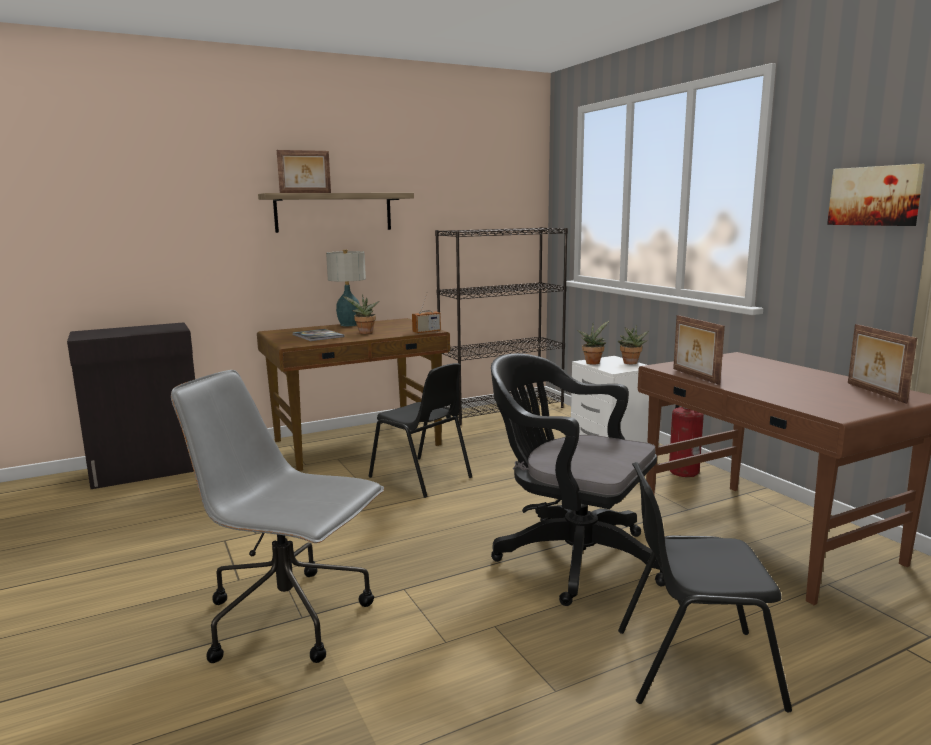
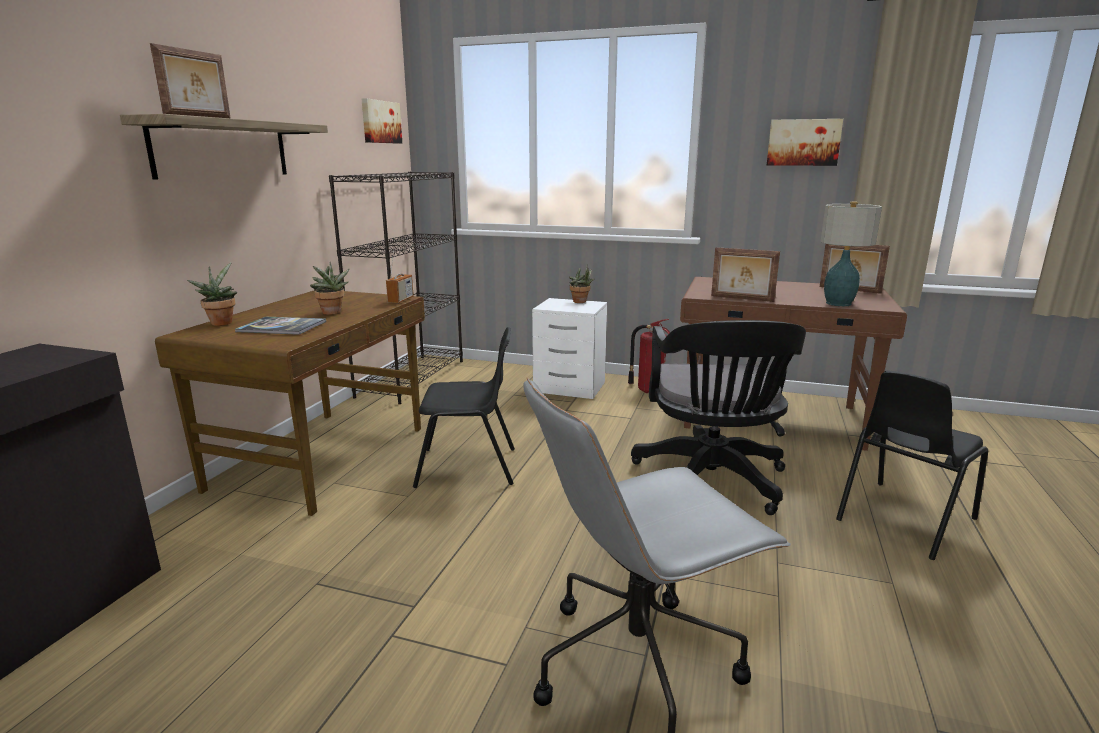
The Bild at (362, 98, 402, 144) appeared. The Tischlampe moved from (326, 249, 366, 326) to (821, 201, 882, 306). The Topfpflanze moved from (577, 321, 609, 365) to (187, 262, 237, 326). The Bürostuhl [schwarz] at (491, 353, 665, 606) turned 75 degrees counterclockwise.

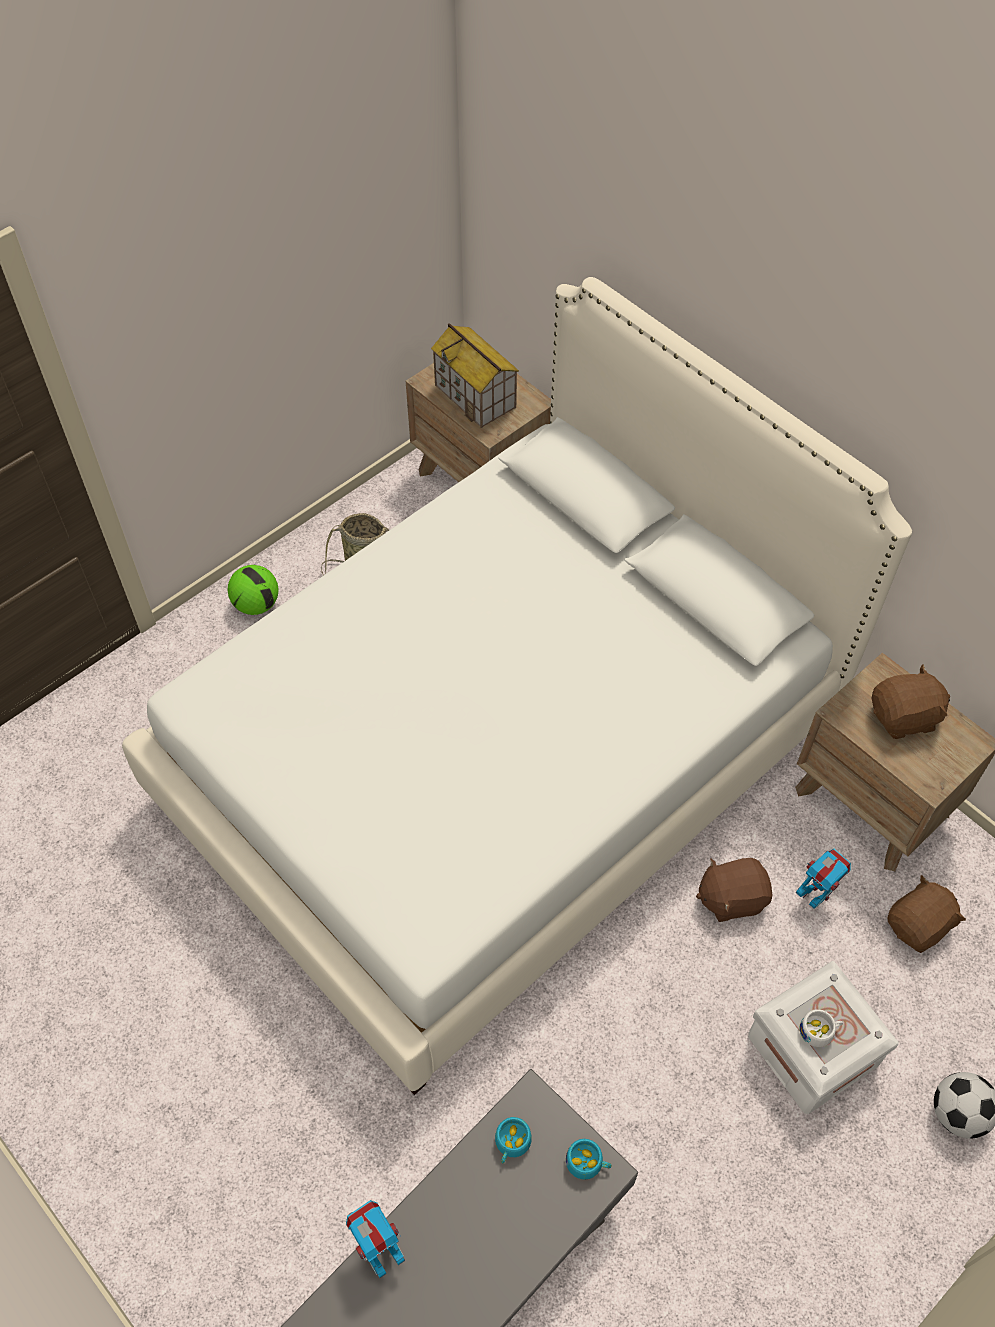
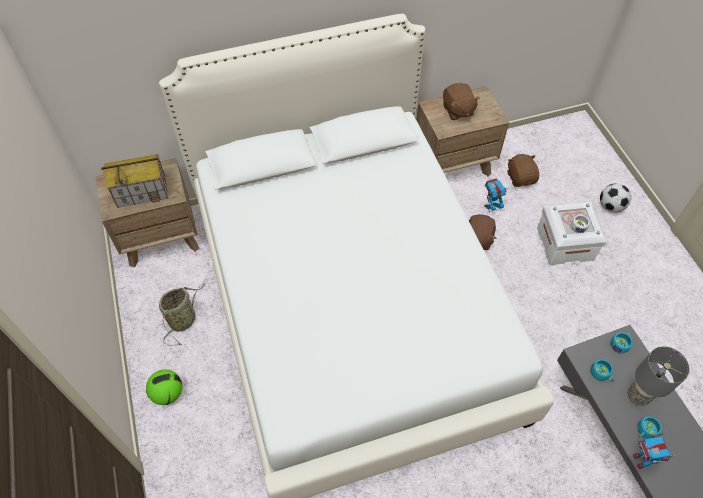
The Tischlampe [grau] at (627, 346, 689, 406) appeared. The Tasse [türkis] at (638, 416, 662, 439) appeared. The Plüschtier [braun] at (871, 664, 950, 739) turned 150 degrees clockwise.

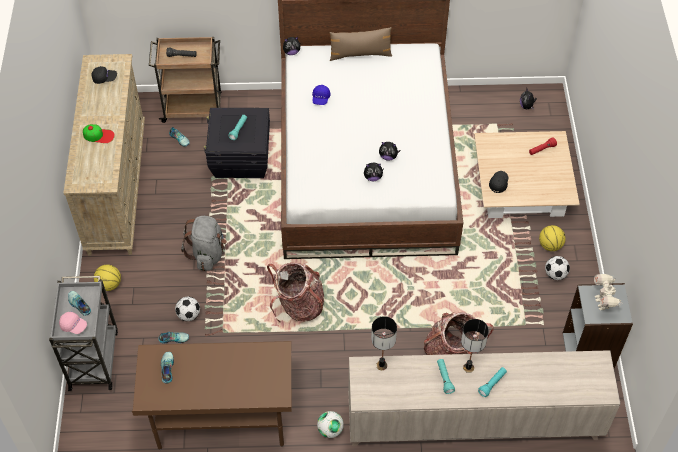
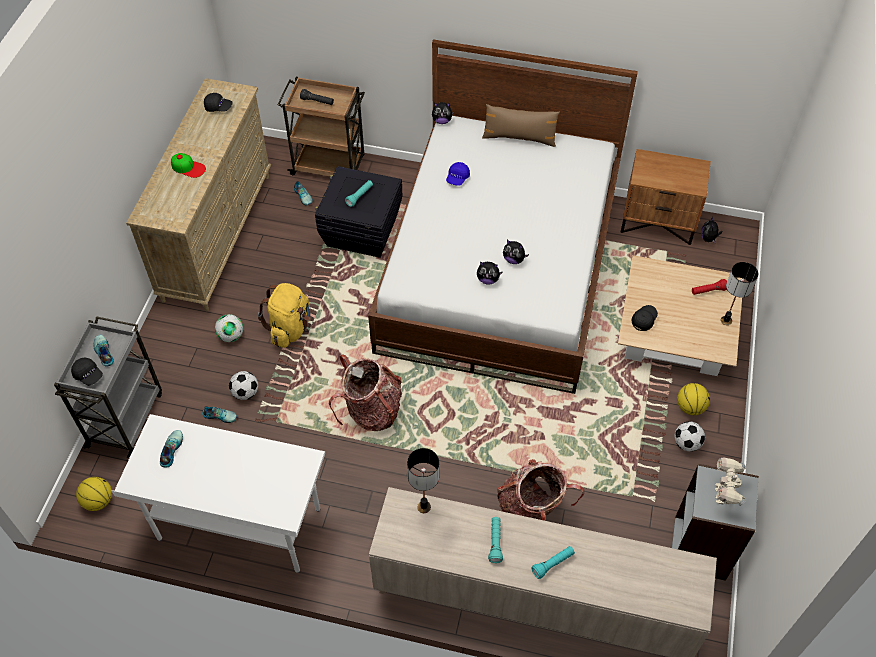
The Nachttisch [braun] at (621, 149, 711, 245) appeared. The Basketball moved from (94, 265, 121, 291) to (76, 477, 112, 511). The Fußball moved from (317, 411, 344, 438) to (215, 314, 243, 342). The Tischlampe moved from (461, 319, 489, 373) to (721, 262, 758, 325). The Kappe [rosa] at (59, 312, 87, 334) became the Kappe [schwarz] at (71, 357, 103, 386). The Schreibtisch [braun] at (132, 341, 292, 450) became the Schreibtisch [weiß] at (111, 414, 325, 573). The Rucksack [grau] at (181, 216, 227, 271) became the Rucksack [gelb] at (258, 283, 310, 348).

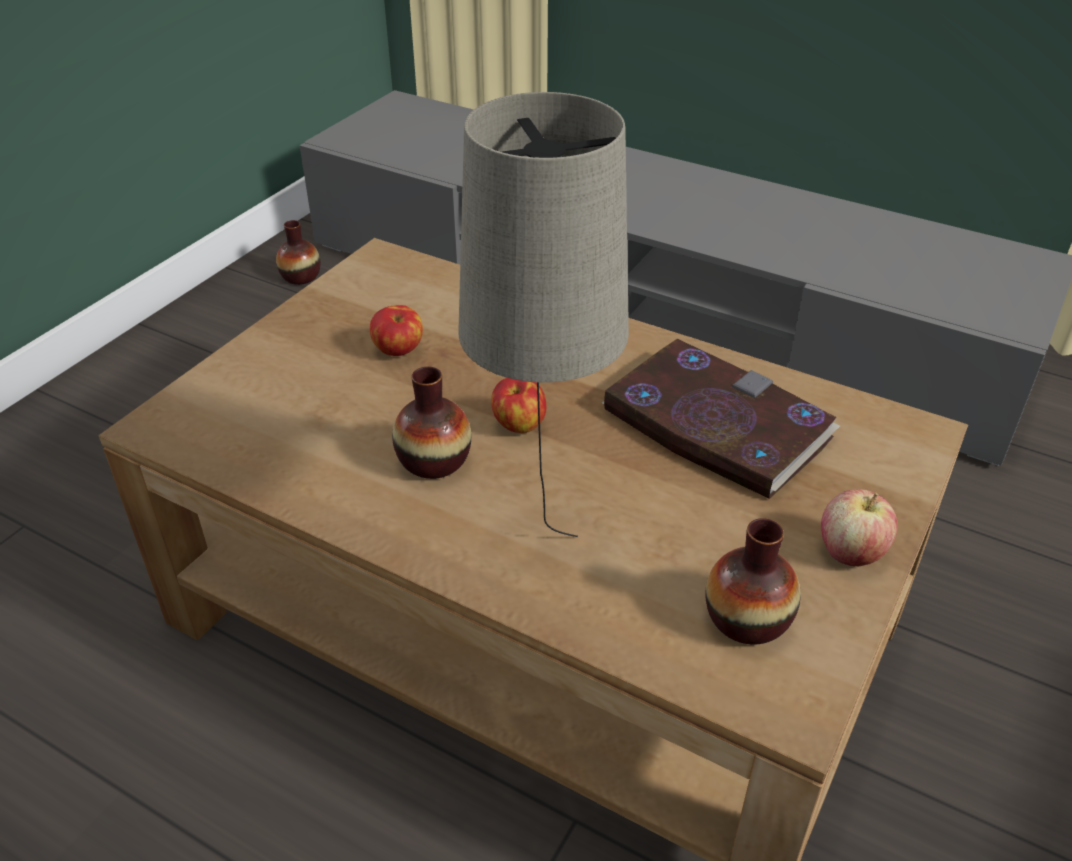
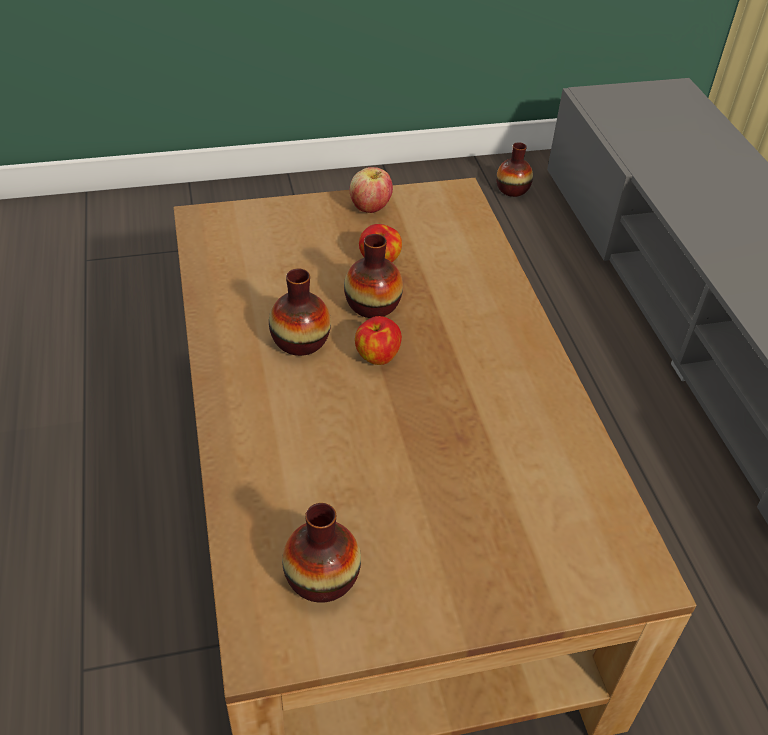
The Tischlampe [beige] at (458, 92, 629, 537) disappeared. The Buch at (602, 339, 840, 499) disappeared. The Vase at (344, 234, 403, 318) appeared. The Apfel moved from (821, 489, 898, 566) to (350, 167, 393, 213).

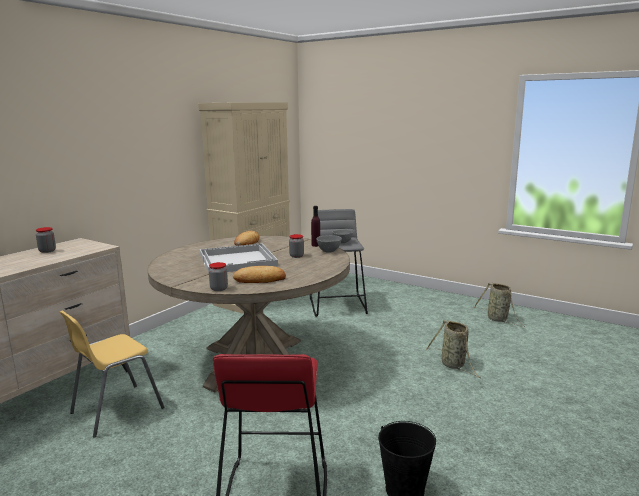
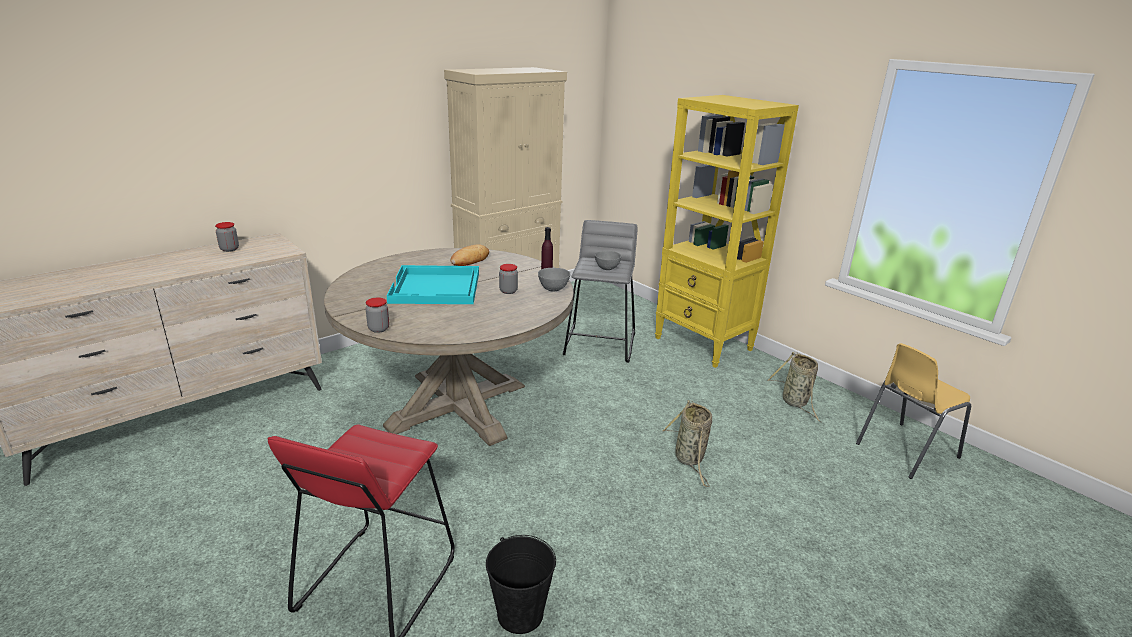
The Brot at (233, 266, 286, 283) disappeared. The Bücherregal [gelb] at (655, 95, 799, 368) appeared. The Stuhl [gelb] moved from (60, 311, 164, 438) to (856, 343, 971, 479). The Tablett [weiß] at (200, 243, 278, 273) became the Tablett [türkis] at (387, 265, 479, 304).

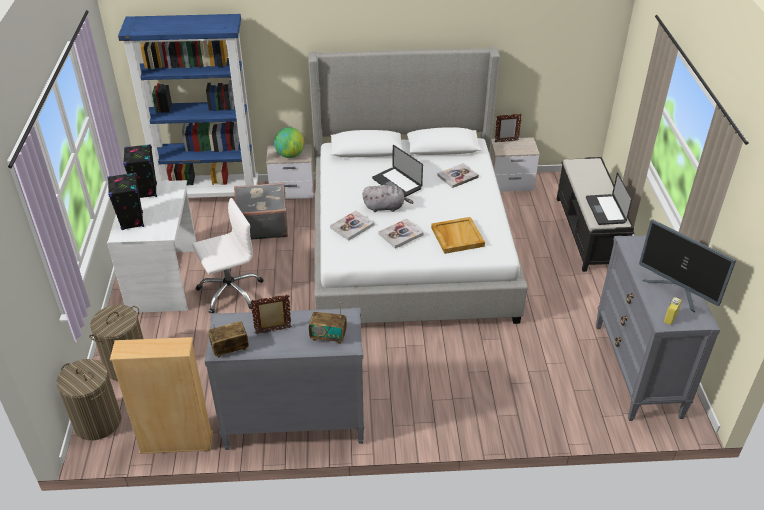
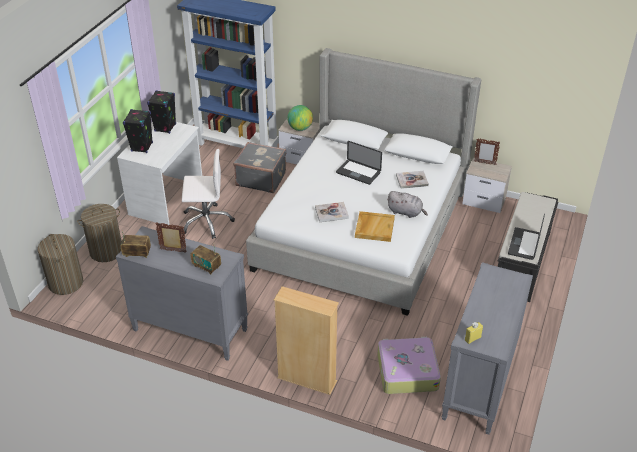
The Buch at (330, 210, 374, 241) disappeared. The Monitor at (639, 219, 736, 313) disappeared. The Koffer at (377, 337, 441, 394) appeared. The Bücherregal [beige] moved from (110, 337, 213, 454) to (274, 286, 339, 395). The Plüschtier [grau] moved from (363, 185, 414, 212) to (387, 191, 428, 218). The Laptop at (372, 145, 423, 197) turned 45 degrees counterclockwise.

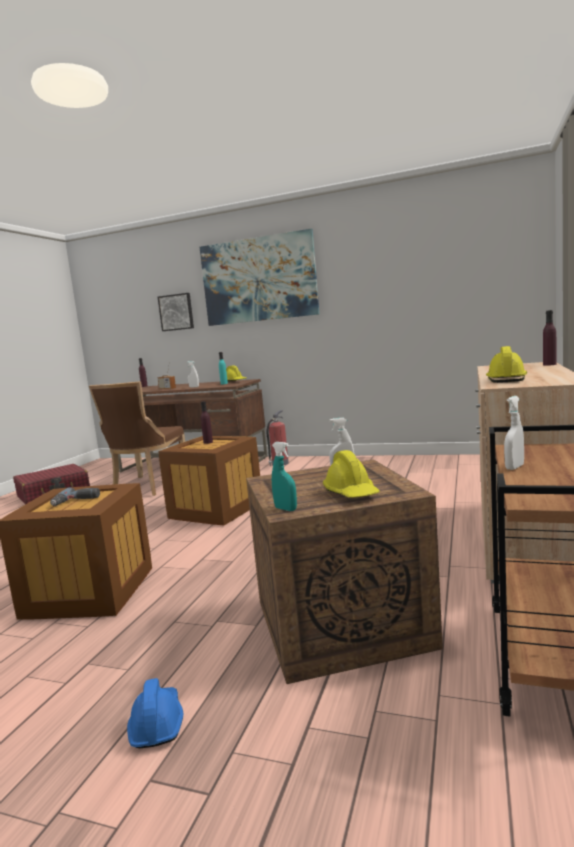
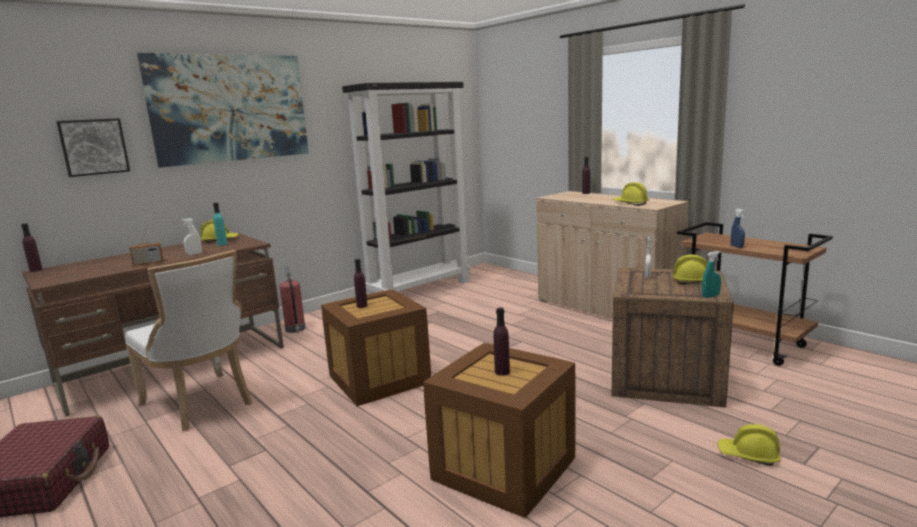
The Bücherregal [schwarz] at (342, 82, 471, 294) appeared. The Bohrmaschine at (50, 487, 100, 506) was replaced by the Flasche [lila] at (494, 307, 510, 376). The Stuhl [braun] at (89, 381, 185, 496) became the Stuhl [weiß] at (125, 250, 252, 431). The Schutzhelm [blau] at (127, 678, 183, 748) became the Schutzhelm [gelb] at (718, 424, 780, 466). The Sprühflasche [weiß] at (504, 396, 524, 470) became the Sprühflasche [blau] at (731, 209, 745, 248).

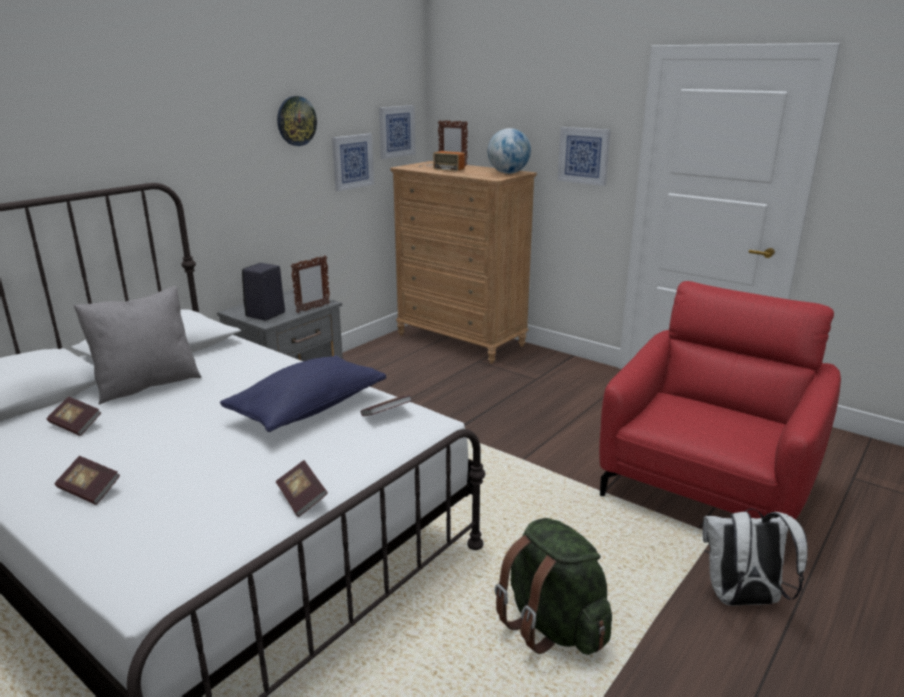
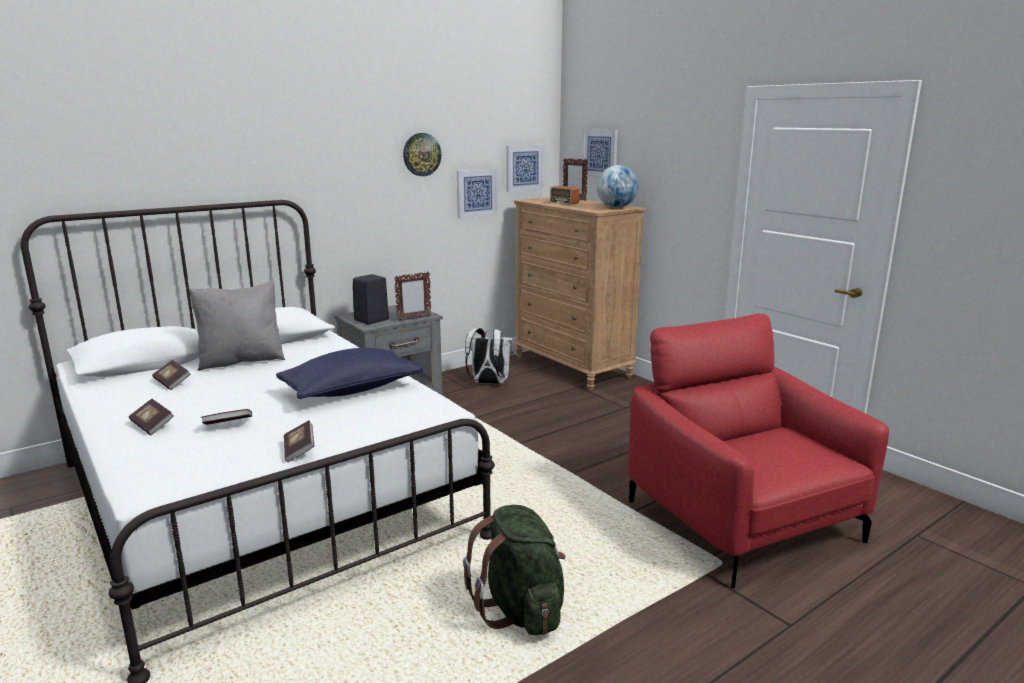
The Buch moved from (361, 395, 413, 416) to (201, 409, 252, 425). The Bild moved from (557, 127, 611, 186) to (582, 129, 618, 178). The Rucksack [weiß] moved from (703, 508, 808, 606) to (465, 328, 514, 384). The Sessel [rot] at (599, 281, 841, 520) turned 75 degrees counterclockwise.

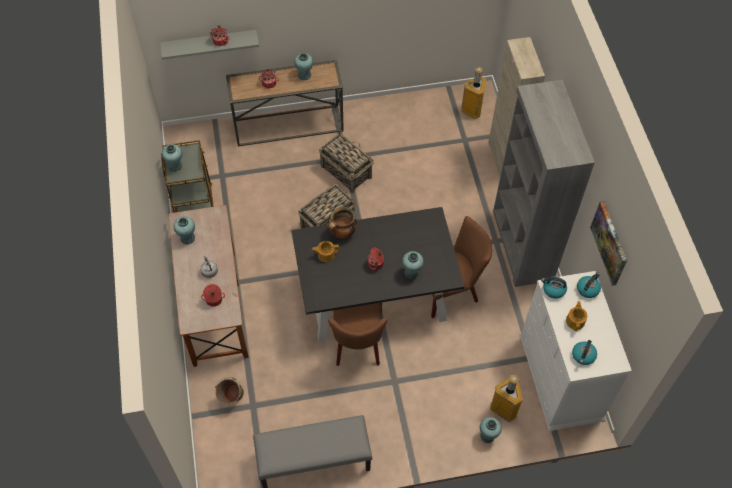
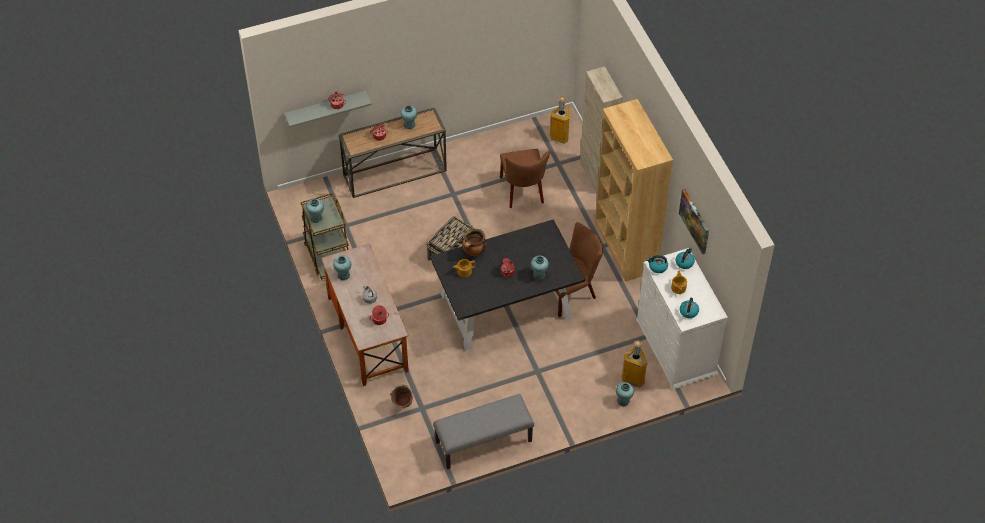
The Korb at (319, 131, 374, 193) disappeared. The Stuhl [braun] moved from (328, 302, 388, 366) to (500, 149, 550, 208). The Bücherregal [grau] at (493, 80, 595, 287) became the Bücherregal [braun] at (595, 99, 673, 282).

